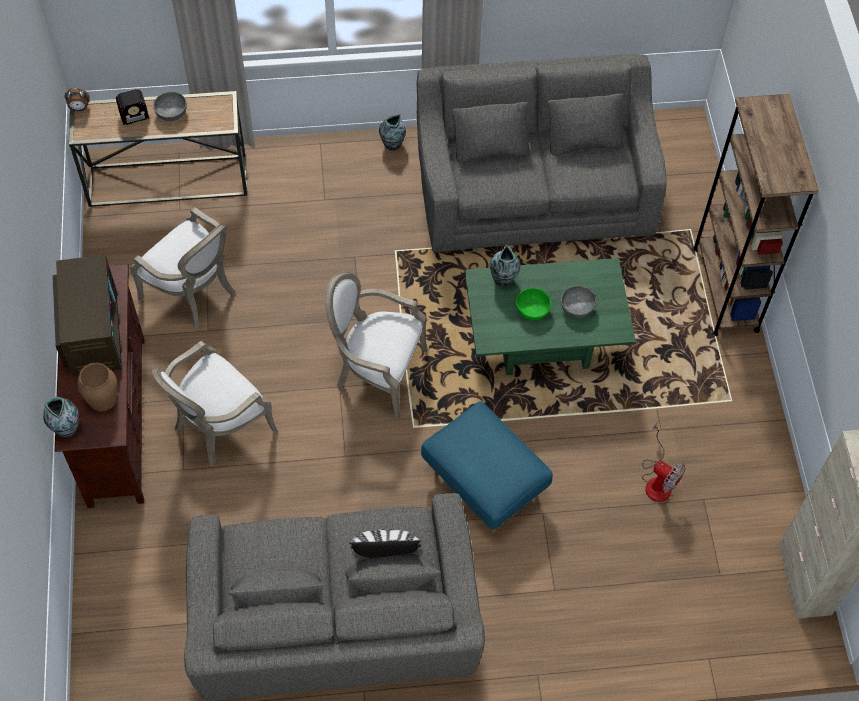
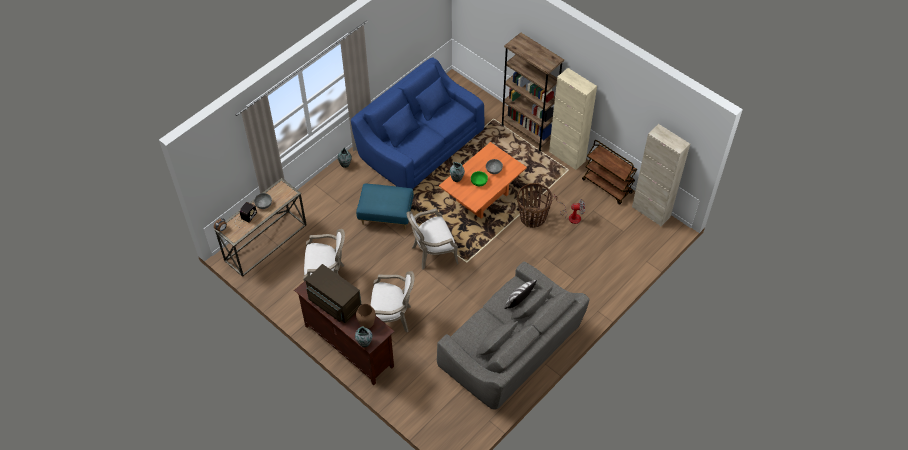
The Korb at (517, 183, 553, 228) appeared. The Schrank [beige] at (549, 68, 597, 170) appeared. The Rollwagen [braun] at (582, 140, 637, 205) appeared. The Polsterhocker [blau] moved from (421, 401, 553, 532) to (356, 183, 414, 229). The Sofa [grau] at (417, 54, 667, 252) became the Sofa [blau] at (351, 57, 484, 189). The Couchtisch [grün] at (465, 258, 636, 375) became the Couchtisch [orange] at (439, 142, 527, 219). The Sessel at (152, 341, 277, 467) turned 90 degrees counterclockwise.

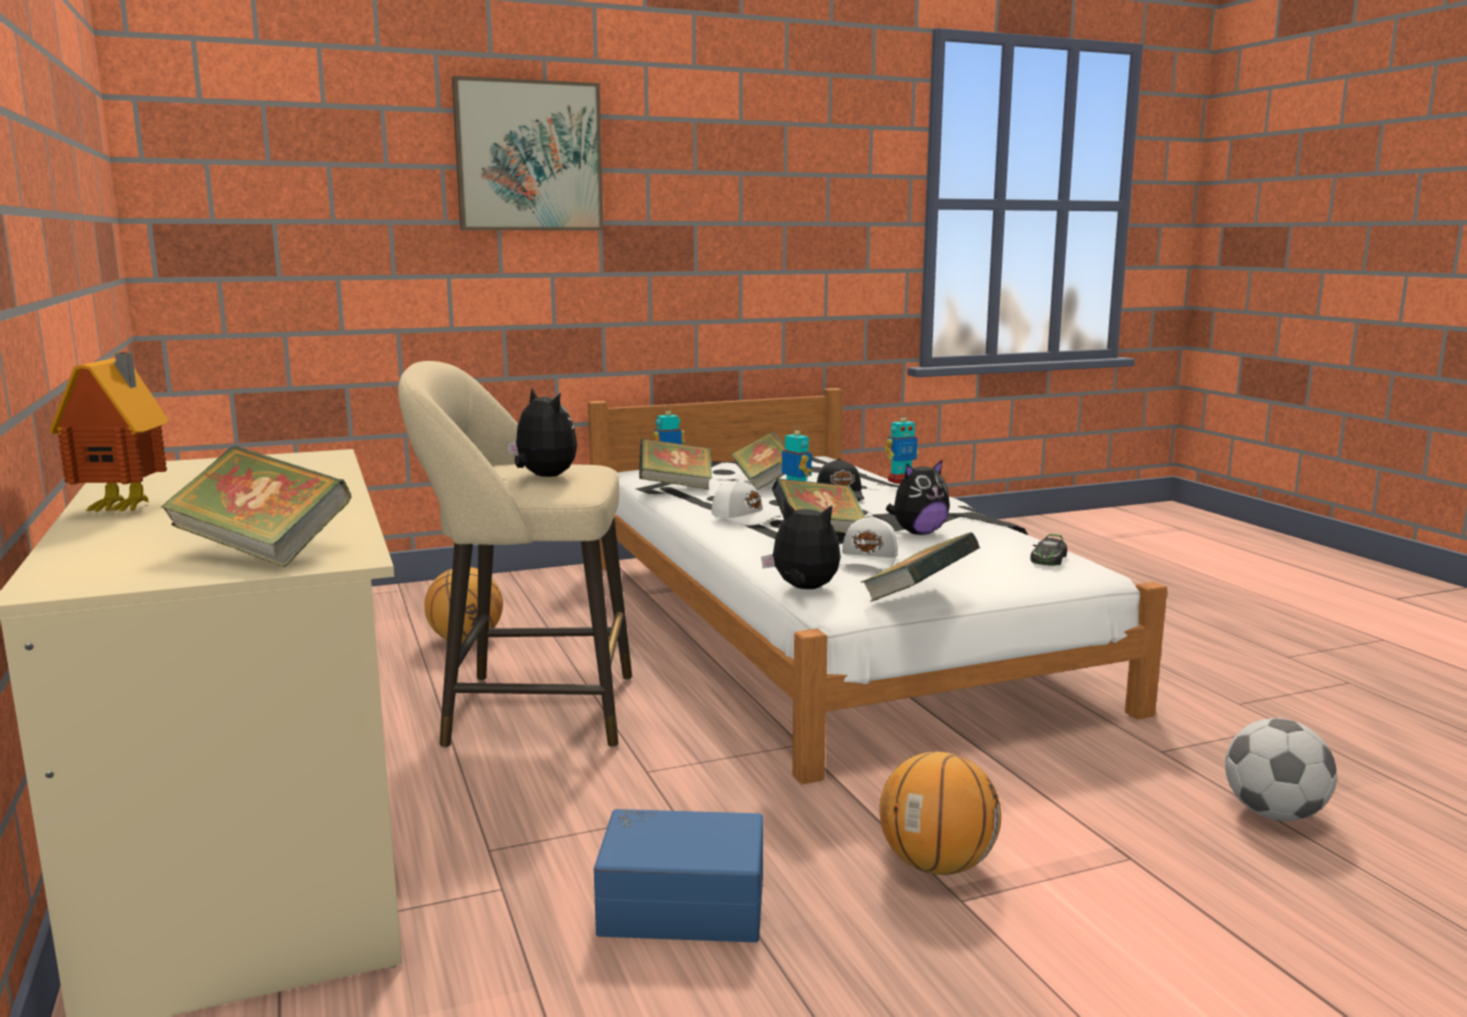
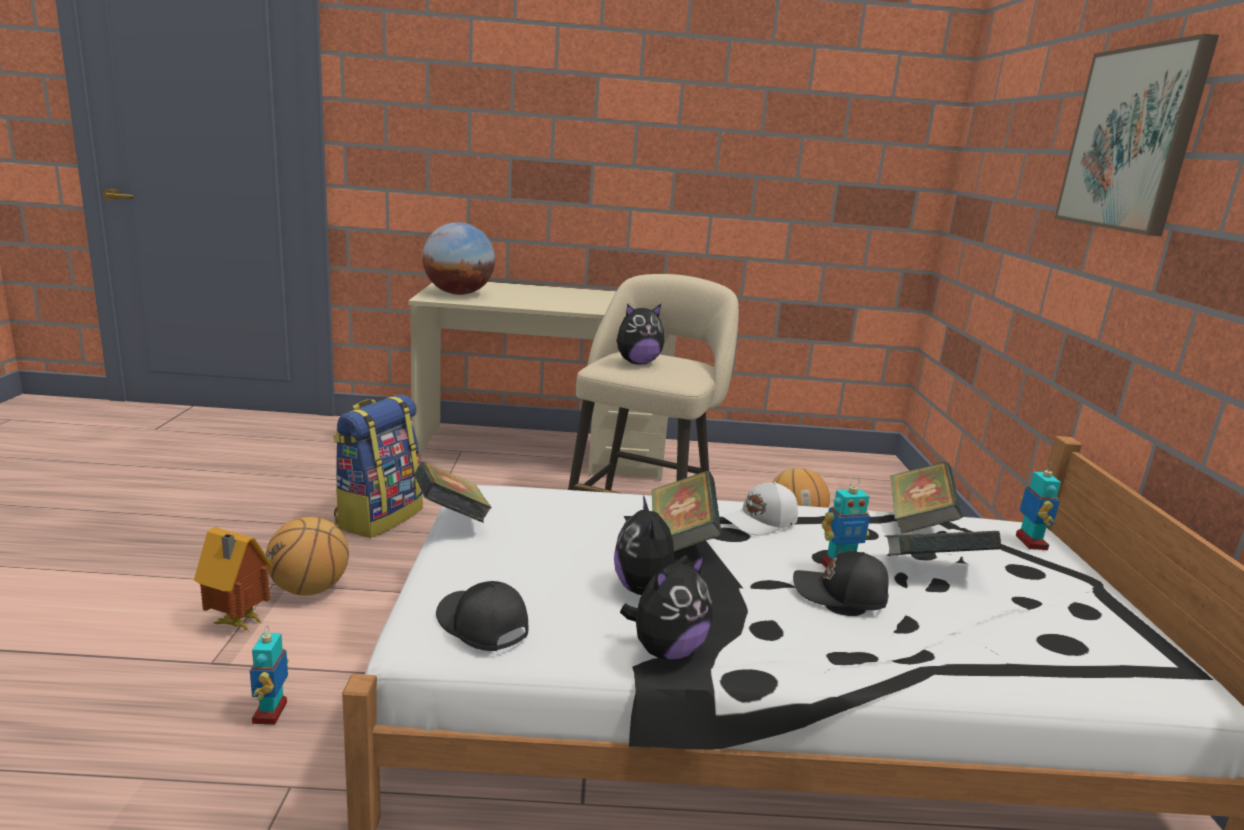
The Kappe [weiß] at (839, 515, 898, 570) disappeared. The Fußball at (1225, 718, 1337, 821) disappeared. The Spielzeughaus moved from (49, 352, 169, 512) to (194, 527, 273, 631). The Plüschtier moved from (761, 500, 841, 589) to (620, 553, 713, 660). The Spielzeugroboter moved from (884, 411, 919, 484) to (250, 627, 289, 725). The Buch at (160, 446, 351, 567) was replaced by the Globus at (422, 222, 495, 295). The Aufbewahrungsbox [blau] at (594, 809, 763, 942) was replaced by the Rucksack at (333, 394, 423, 538). The Spielzeugauto at (1030, 534, 1067, 566) was replaced by the Kappe [schwarz] at (436, 581, 529, 651).

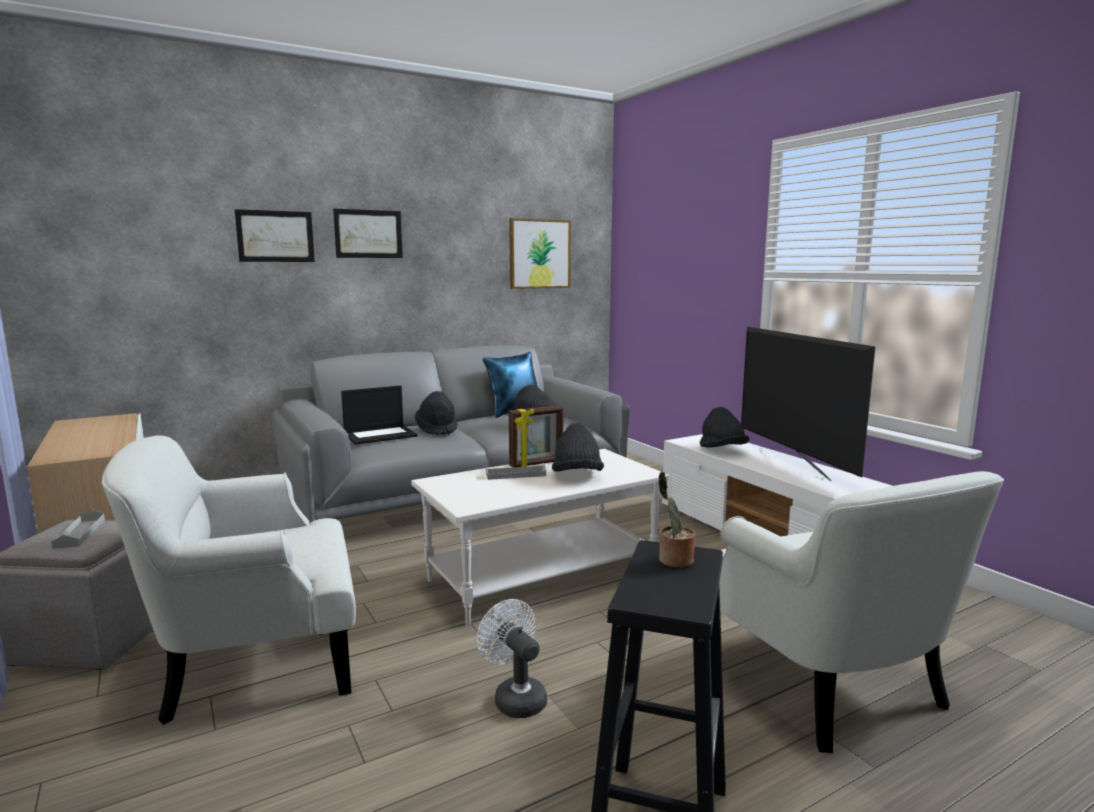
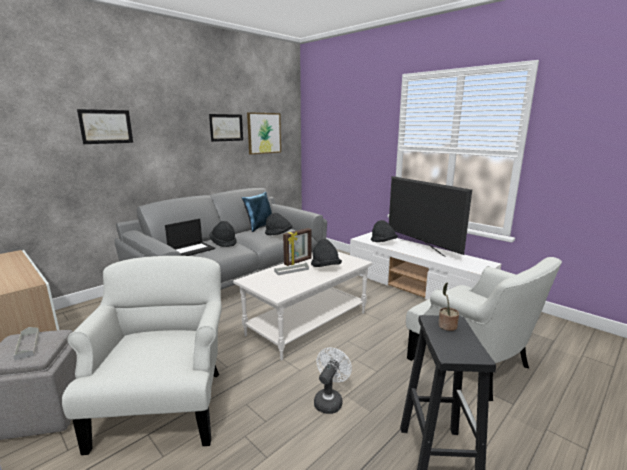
The Bild moved from (333, 209, 403, 258) to (209, 114, 243, 142). The Sessel [weiß] at (102, 435, 356, 725) turned 120 degrees clockwise. The Ventilator [weiß] at (477, 599, 547, 718) turned 75 degrees clockwise.

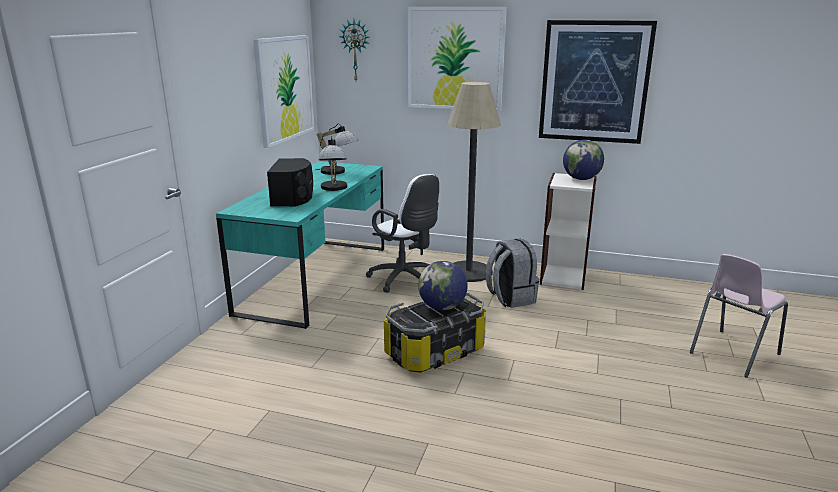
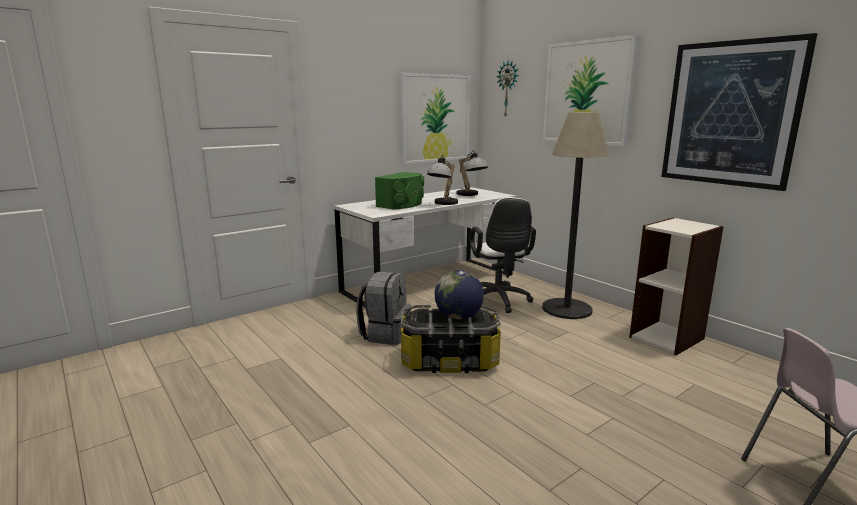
The Globus at (563, 140, 604, 180) disappeared. The Rucksack [grau] moved from (486, 238, 539, 308) to (356, 272, 411, 345). The Schreibtisch [türkis] at (216, 161, 384, 329) became the Schreibtisch [weiß] at (334, 187, 516, 307). The Lautsprecher [schwarz] at (267, 158, 313, 206) became the Lautsprecher [grün] at (375, 172, 424, 209).

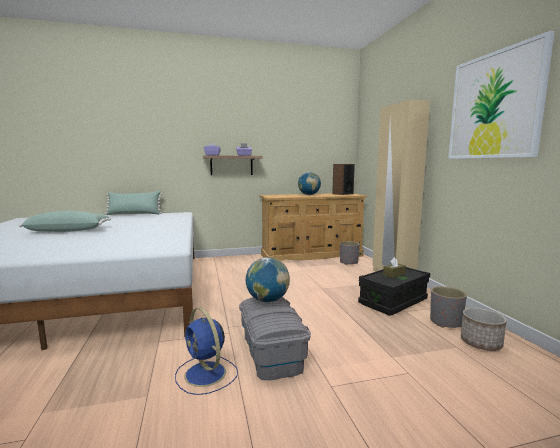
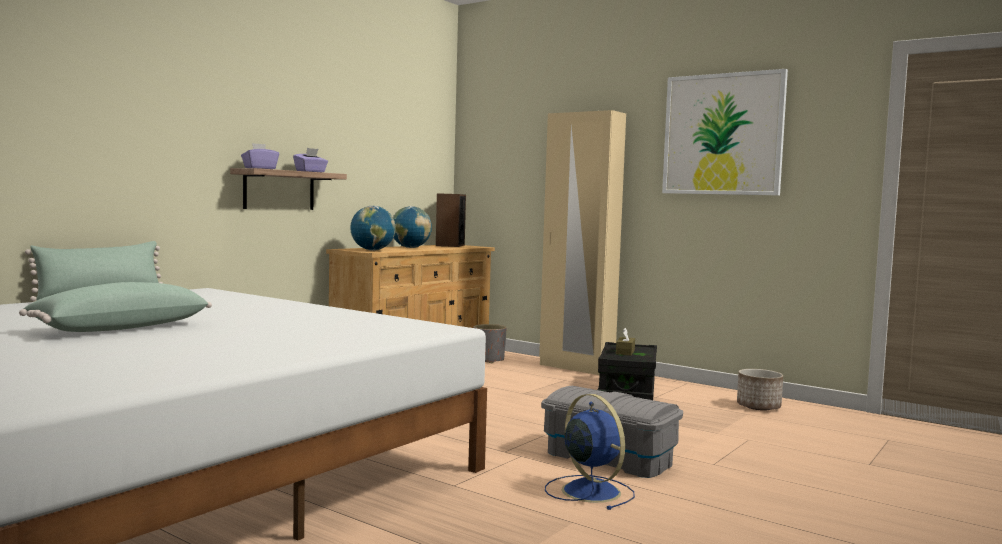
The Pflanzkübel [grau] at (430, 286, 467, 328) disappeared. The Globus moved from (246, 257, 290, 302) to (350, 206, 396, 251). The Ventilator [blau] at (175, 307, 238, 395) turned 135 degrees counterclockwise.

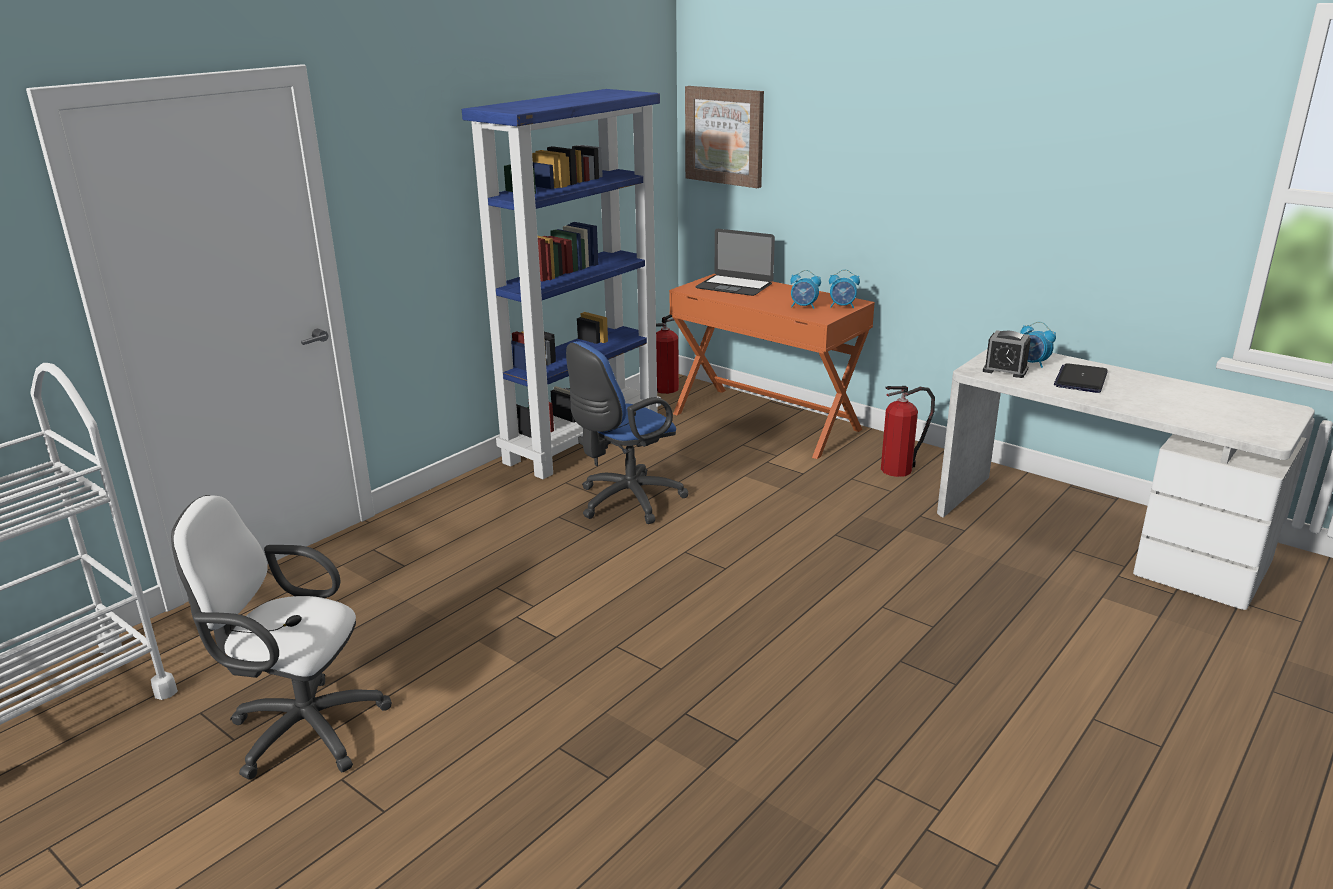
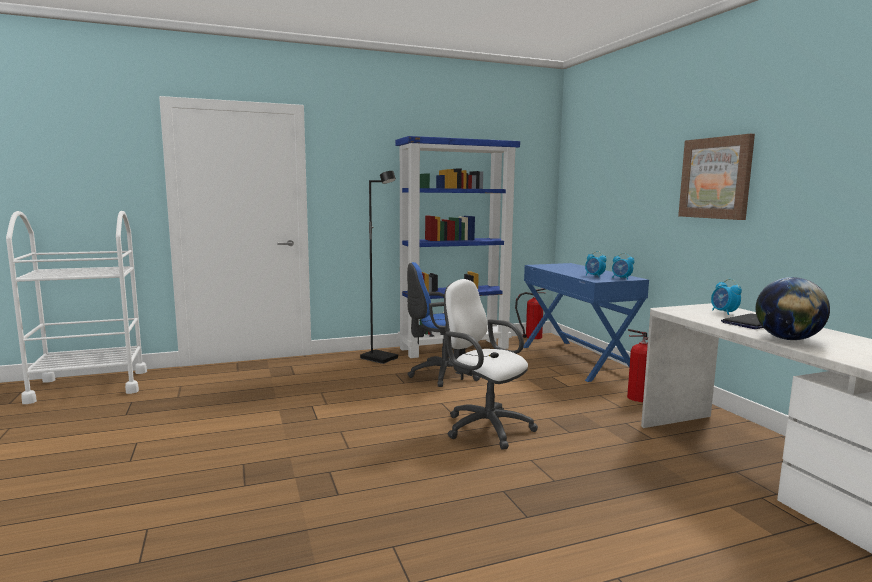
The Laptop at (695, 229, 775, 296) disappeared. The Wecker at (983, 330, 1031, 378) disappeared. The Stehlampe [schwarz] at (360, 171, 398, 364) appeared. The Globus at (756, 277, 830, 340) appeared. The Bürostuhl [weiß] moved from (171, 495, 392, 780) to (444, 279, 538, 450). The Bild moved from (685, 86, 764, 188) to (678, 134, 755, 220). The Schreibtisch [orange] at (669, 274, 875, 459) became the Schreibtisch [blau] at (523, 263, 649, 382).

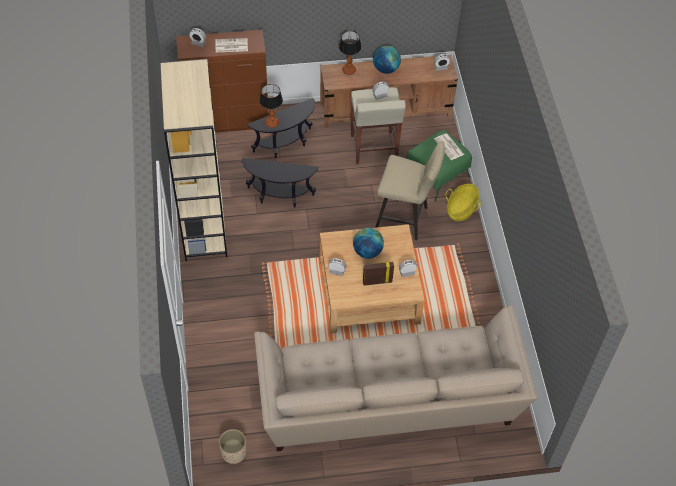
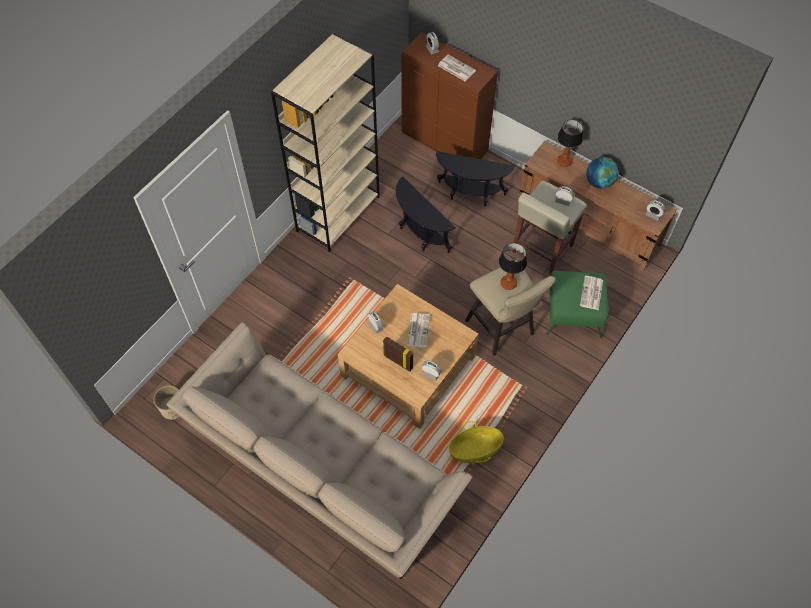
The Tischlampe moved from (260, 84, 283, 128) to (499, 243, 527, 290). The Korb moved from (446, 184, 482, 221) to (449, 421, 504, 463). The Globus at (353, 228, 384, 259) was replaced by the Zeitung at (407, 313, 430, 347).

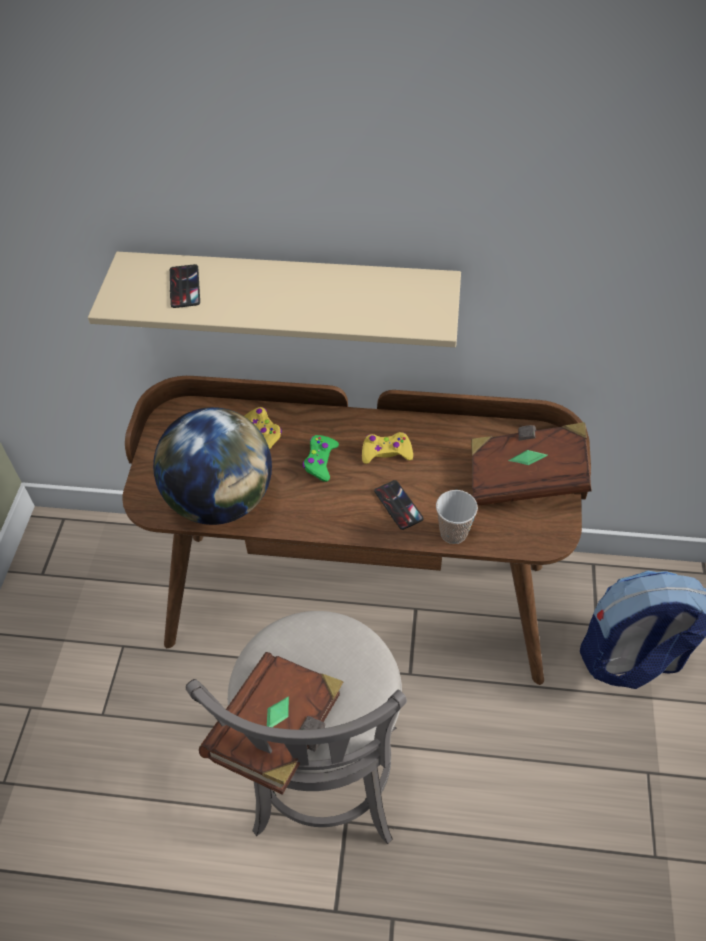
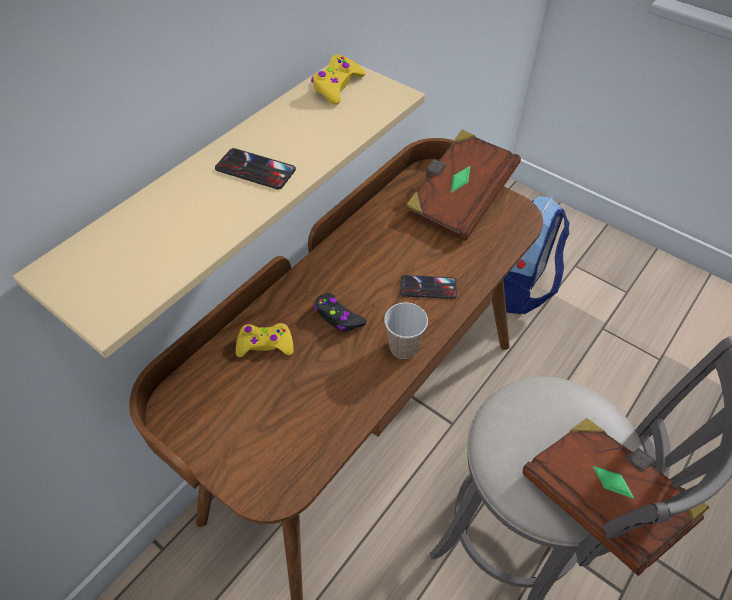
The Globus at (153, 407, 272, 525) disappeared. The Handy moved from (170, 264, 200, 308) to (215, 148, 296, 189). The Gamepad [gelb] moved from (362, 432, 413, 464) to (311, 55, 365, 105). The Tasse moved from (436, 490, 478, 544) to (384, 302, 428, 359). The Gamepad [grün] at (303, 435, 339, 482) became the Gamepad [schwarz] at (313, 293, 367, 332).

